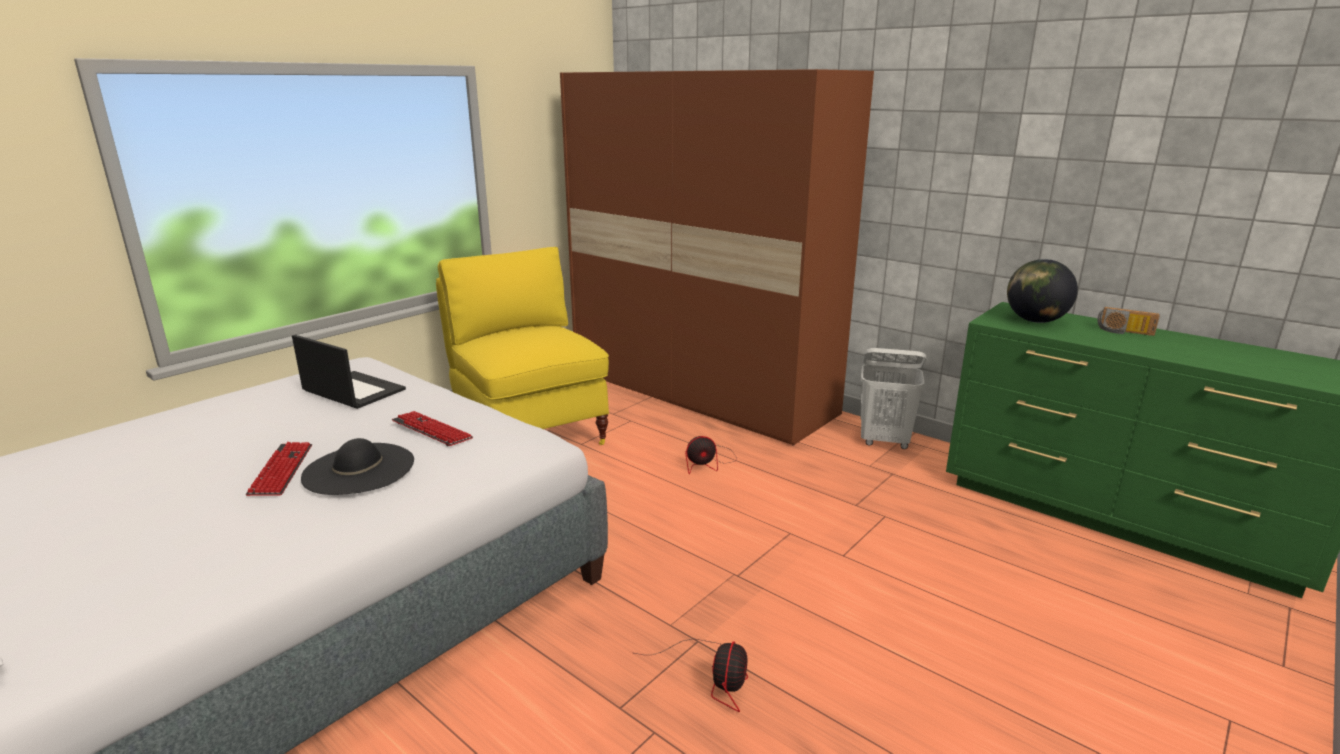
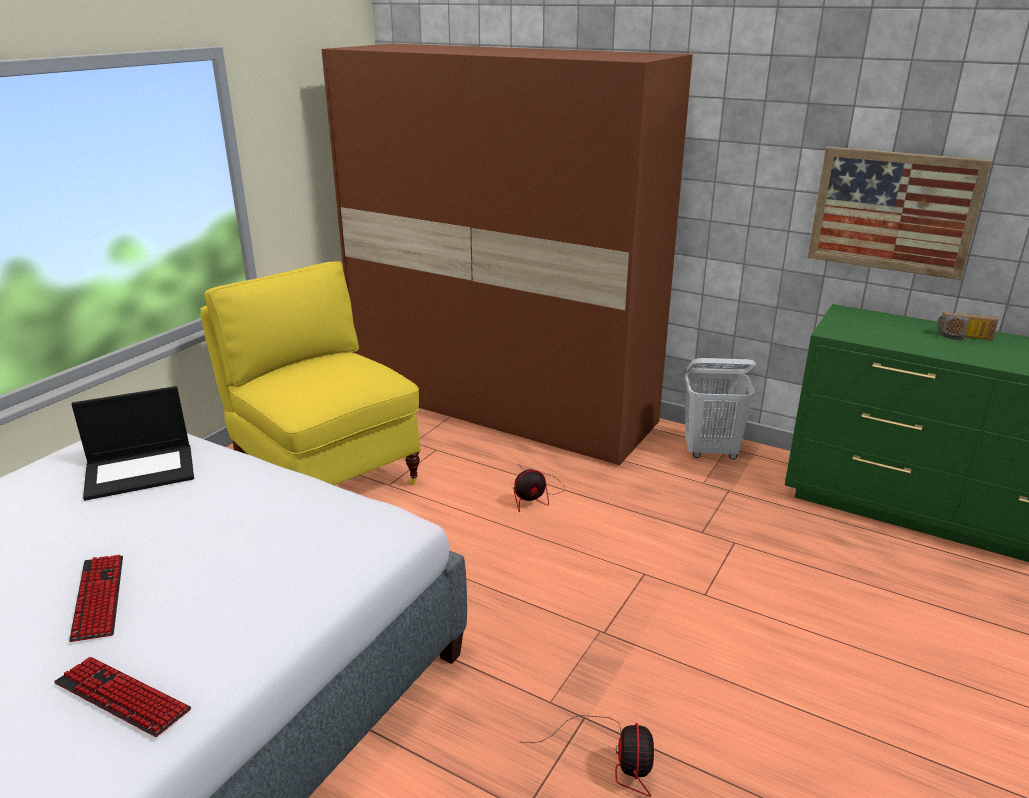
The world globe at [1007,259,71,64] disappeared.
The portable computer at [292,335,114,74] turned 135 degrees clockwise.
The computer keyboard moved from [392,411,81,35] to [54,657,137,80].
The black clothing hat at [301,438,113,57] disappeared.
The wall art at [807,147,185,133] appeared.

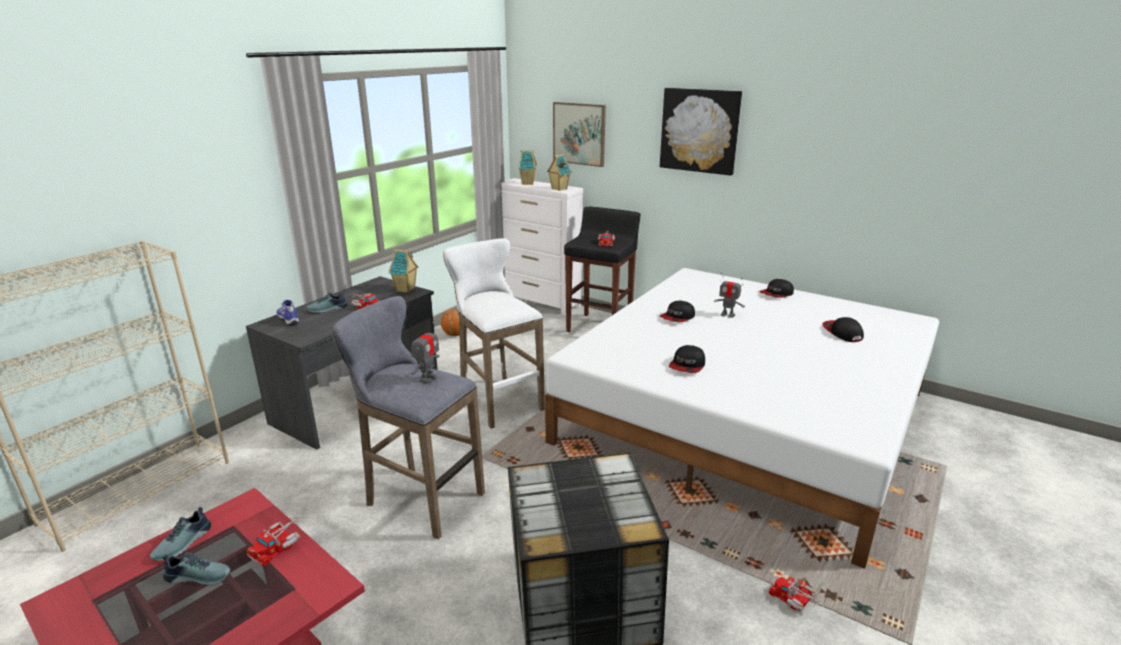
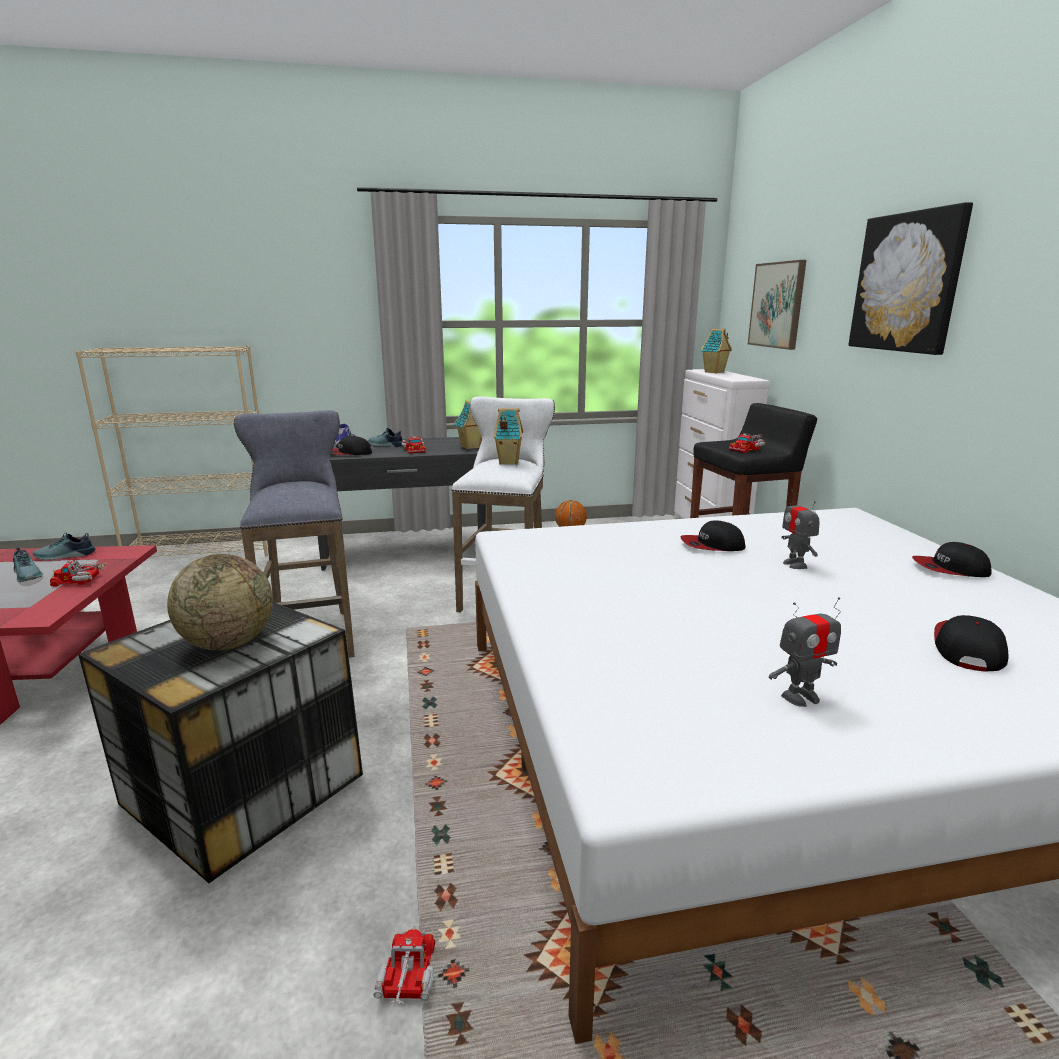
The miniature house moved from [547,154,25,37] to [494,408,29,57].
The model robot moved from [411,322,28,62] to [769,597,72,110].
The peaked cap moved from [669,345,36,28] to [331,436,41,19].
The world globe at [167,554,106,97] appeared.

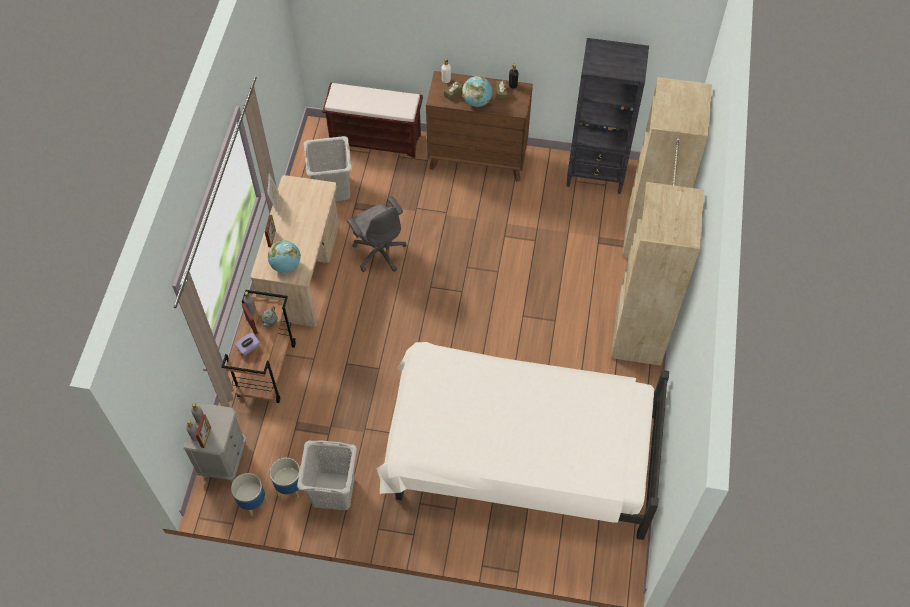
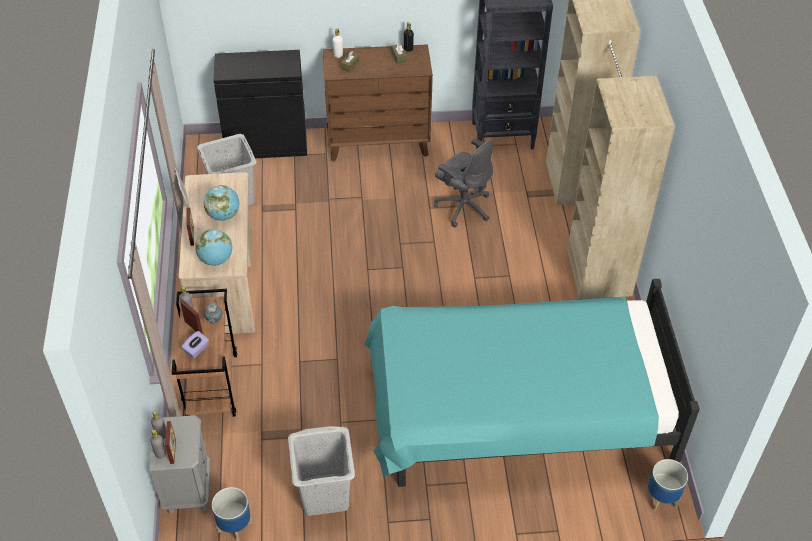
The world globe moved from [462,76,31,31] to [204,185,35,36].
The brown bench at [322,83,101,75] was replaced by the black cabinet at [214,50,93,108].
The grey desk chair moved from [347,196,60,76] to [434,139,59,88].
The whitish bed at [376,342,293,198] became the turquoise bed at [364,279,336,208].
The plant pot moved from [270,458,30,40] to [646,459,42,53].

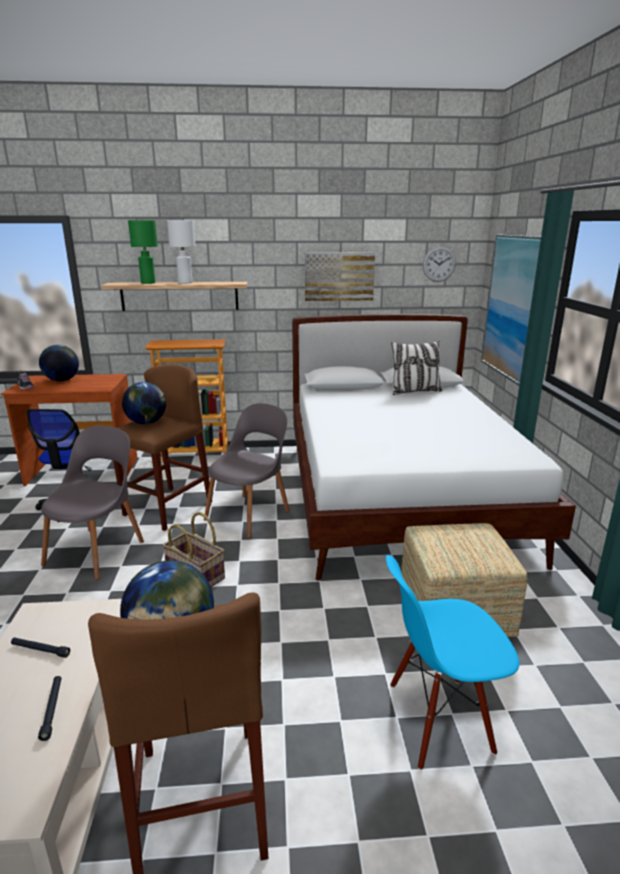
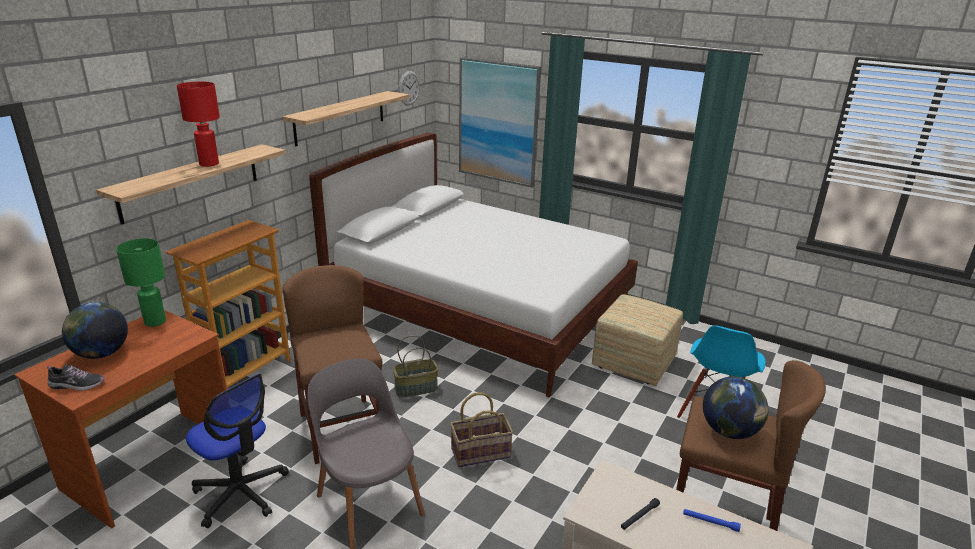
The green lamp for a table moved from [128,220,30,64] to [116,238,50,89].
The whitish lamp for a table at [167,220,29,64] became the red-coloured lamp for a table at [177,81,43,86].
The wall art at [305,252,70,49] was replaced by the wall shelf at [282,91,128,55].
The throw pillow at [391,341,52,54] disappeared.
The world globe at [122,382,44,42] disappeared.
The grey upright chair at [204,403,86,135] was replaced by the storage basket at [393,335,45,63].
The black hand torch at [38,676,24,65] became the blue-coloured hand torch at [683,509,58,23].

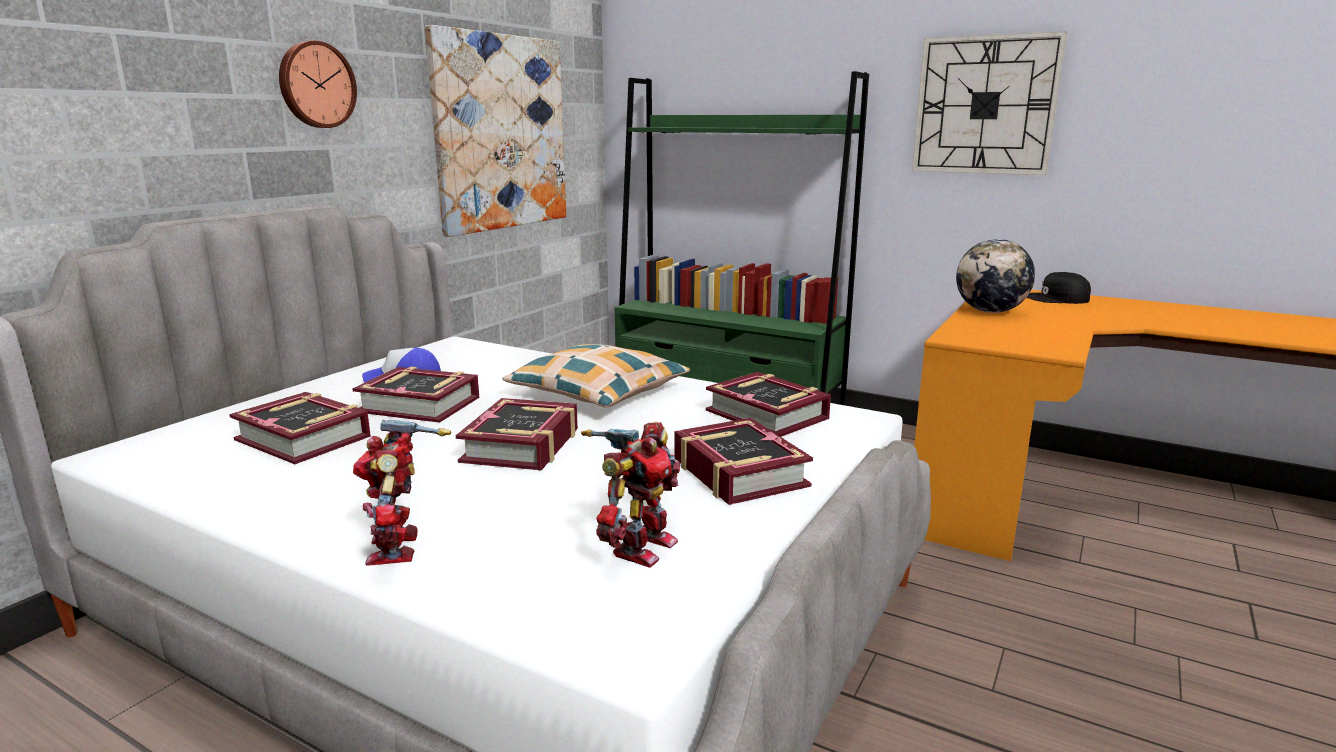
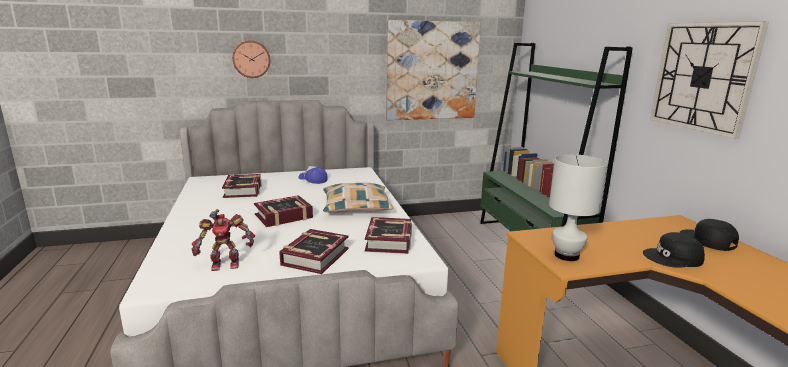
The clock on the wall moved from [279,41,78,87] to [232,40,38,38].
The world globe at [956,239,79,74] disappeared.
The bound book at [352,367,127,56] disappeared.
The model robot at [353,419,98,147] disappeared.
The whitish lamp for a table at [549,154,59,107] appeared.
The black peaked cap at [643,232,62,35] appeared.

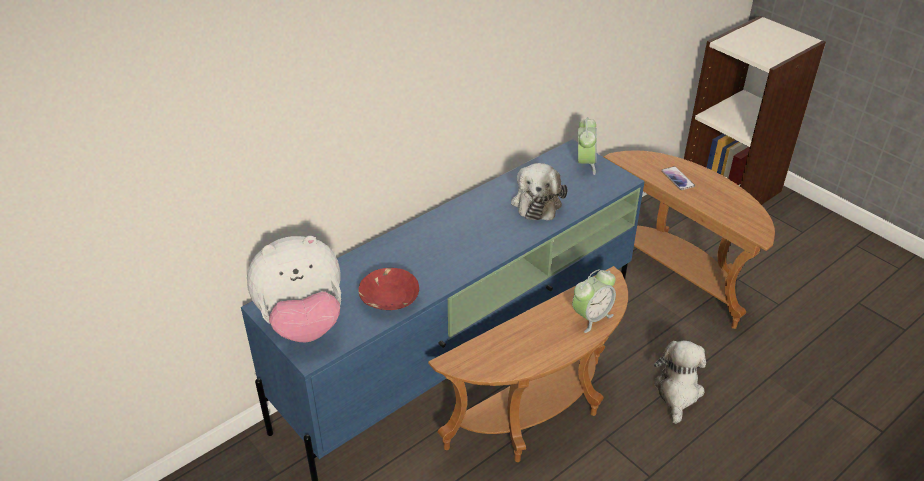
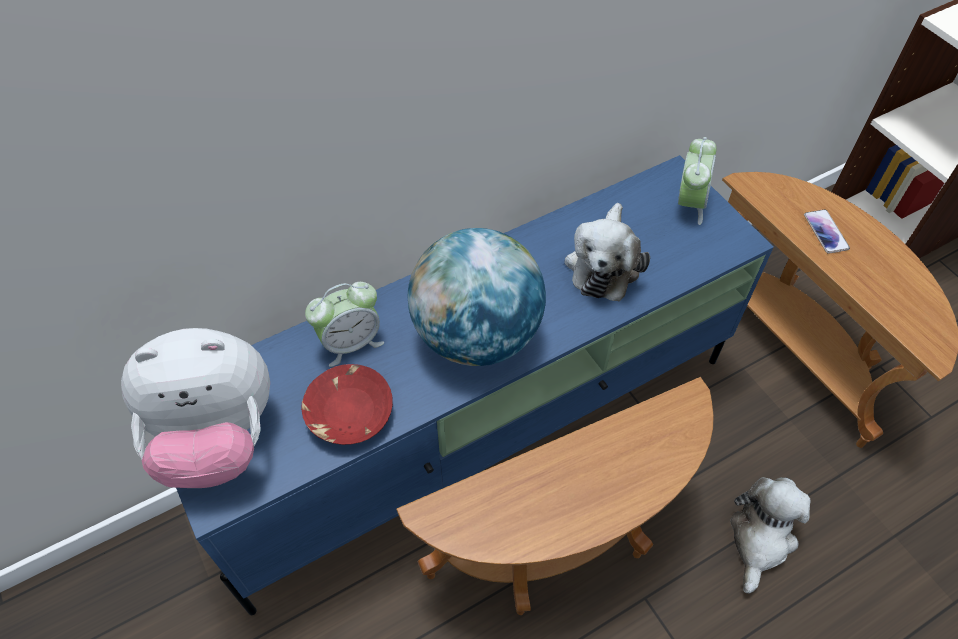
The bedside clock moved from [572,269,44,64] to [305,282,79,85].
The world globe at [408,228,138,138] appeared.

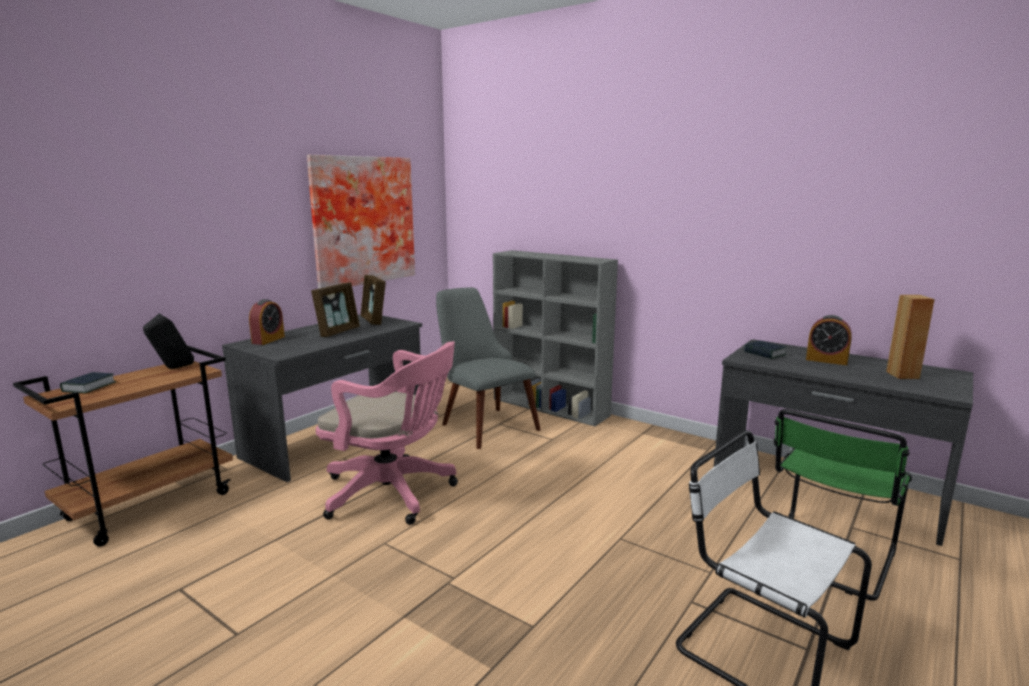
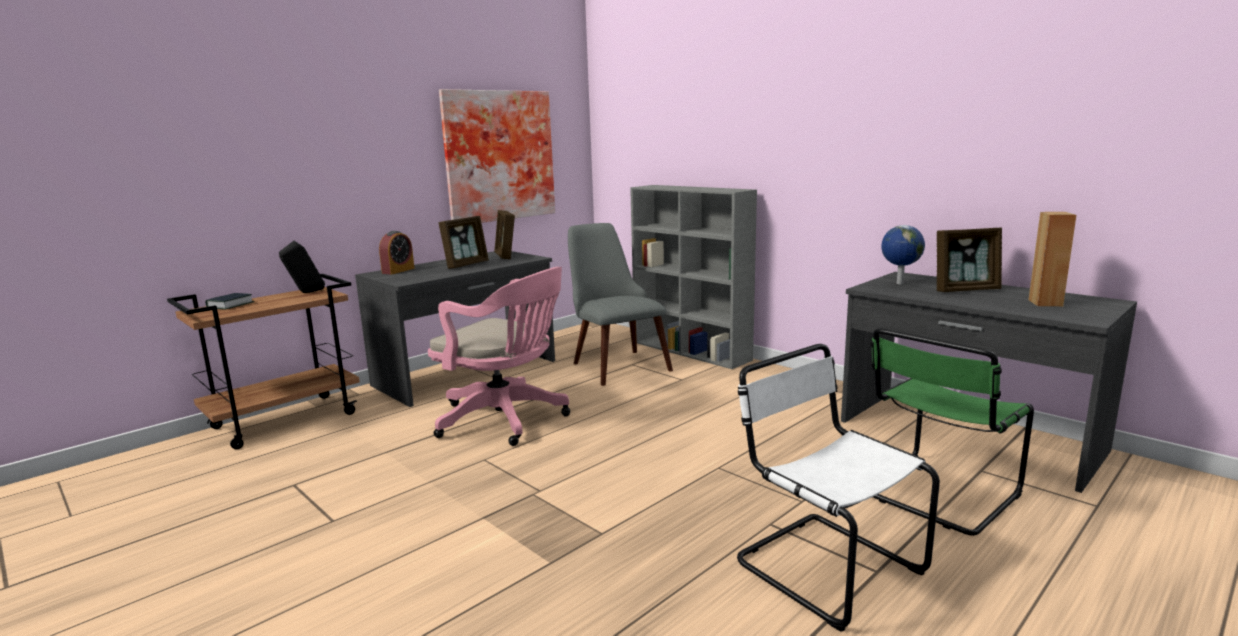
The bedside clock at [806,315,46,50] was replaced by the standing frame at [937,228,65,64].
The bound book at [744,341,43,18] was replaced by the world globe at [882,225,43,59].

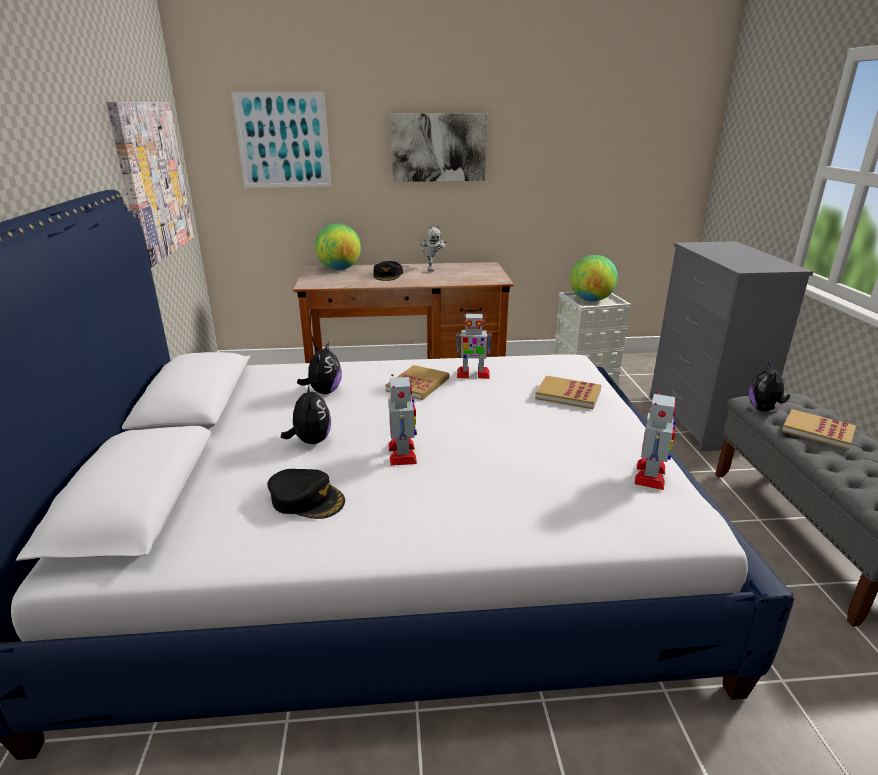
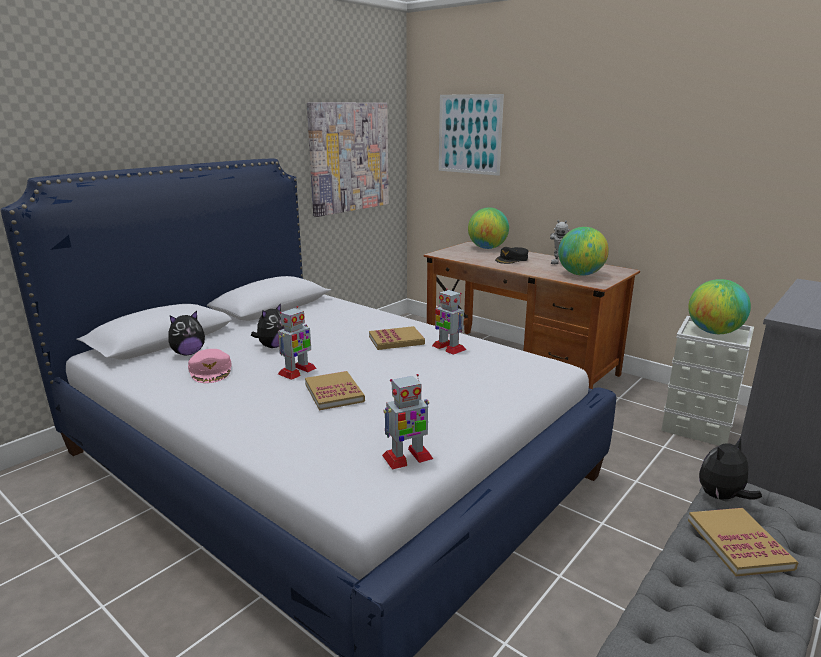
The wall art at [391,113,96,69] disappeared.
The plush toy moved from [297,342,45,52] to [168,310,37,45].
The bound book moved from [535,376,66,33] to [305,371,60,39].
The black peaked cap at [267,469,78,50] became the pink-coloured peaked cap at [188,349,44,34].
The world globe at [558,227,51,49] appeared.

